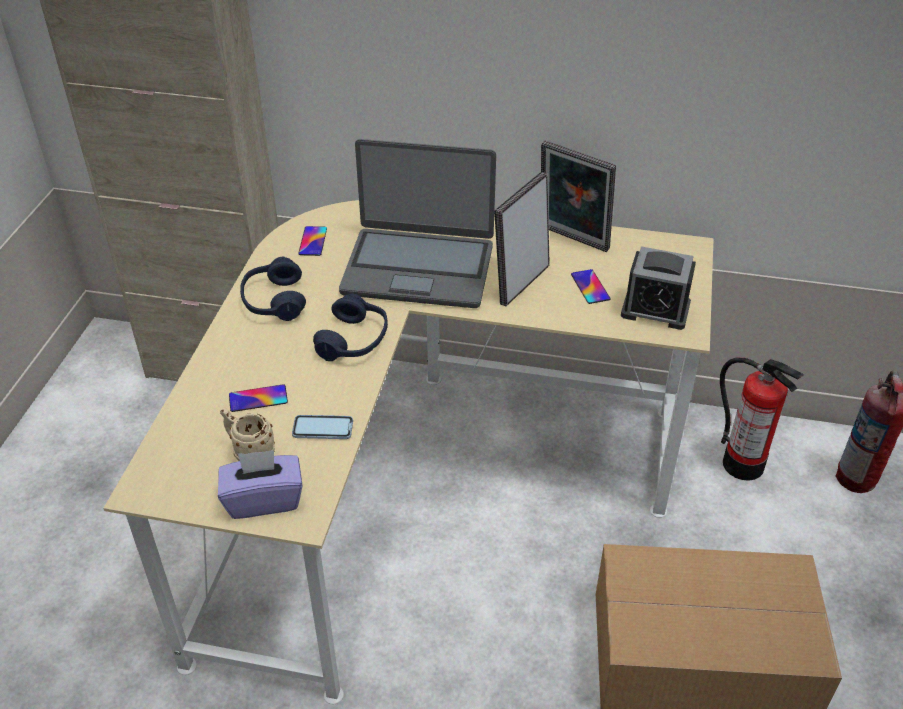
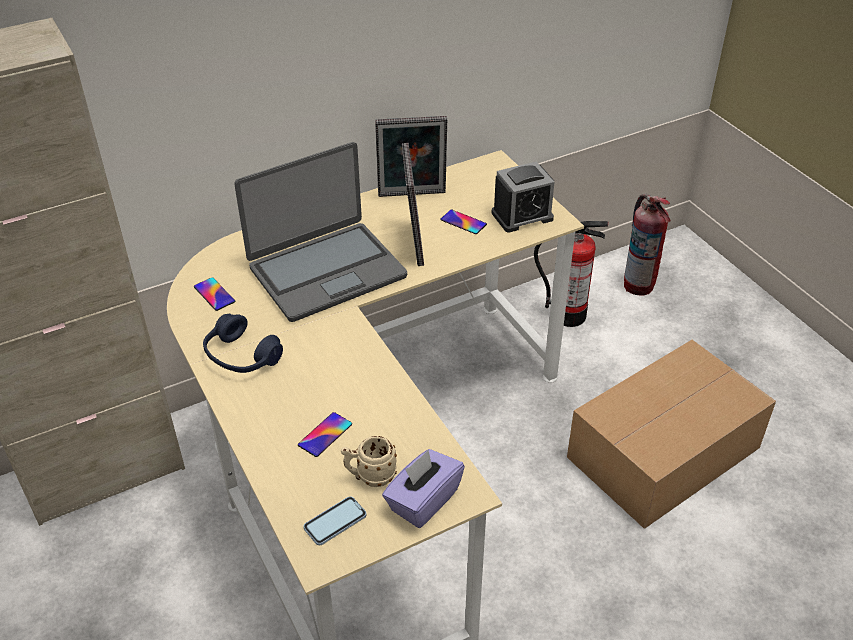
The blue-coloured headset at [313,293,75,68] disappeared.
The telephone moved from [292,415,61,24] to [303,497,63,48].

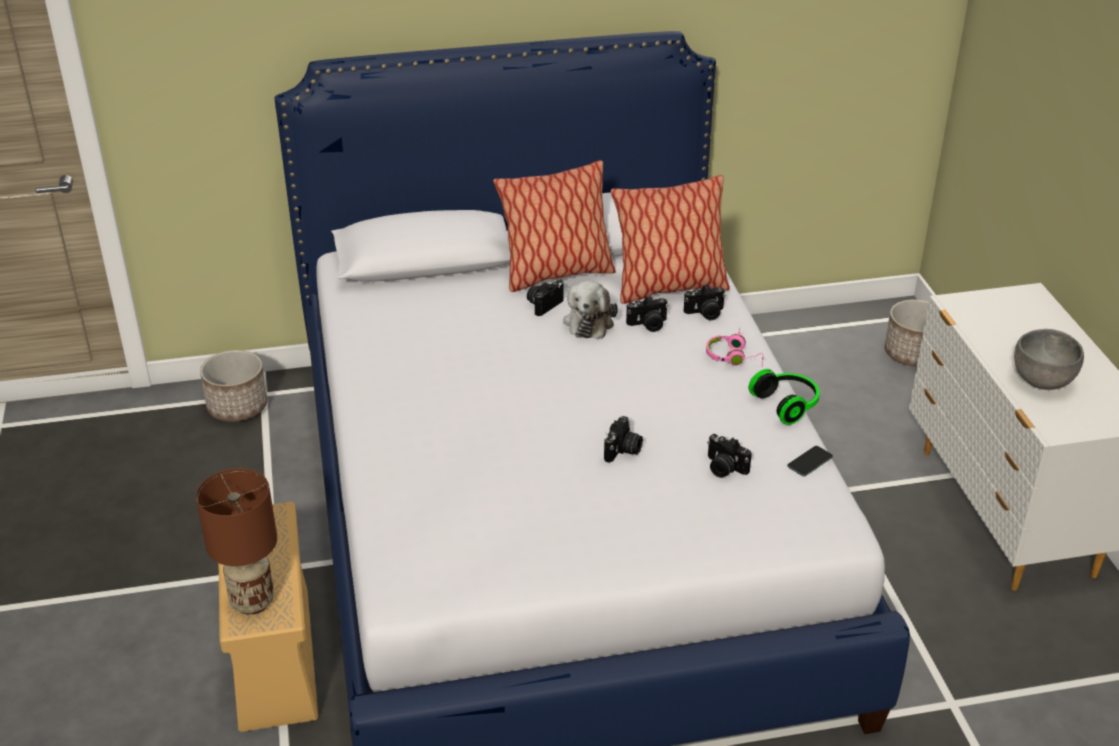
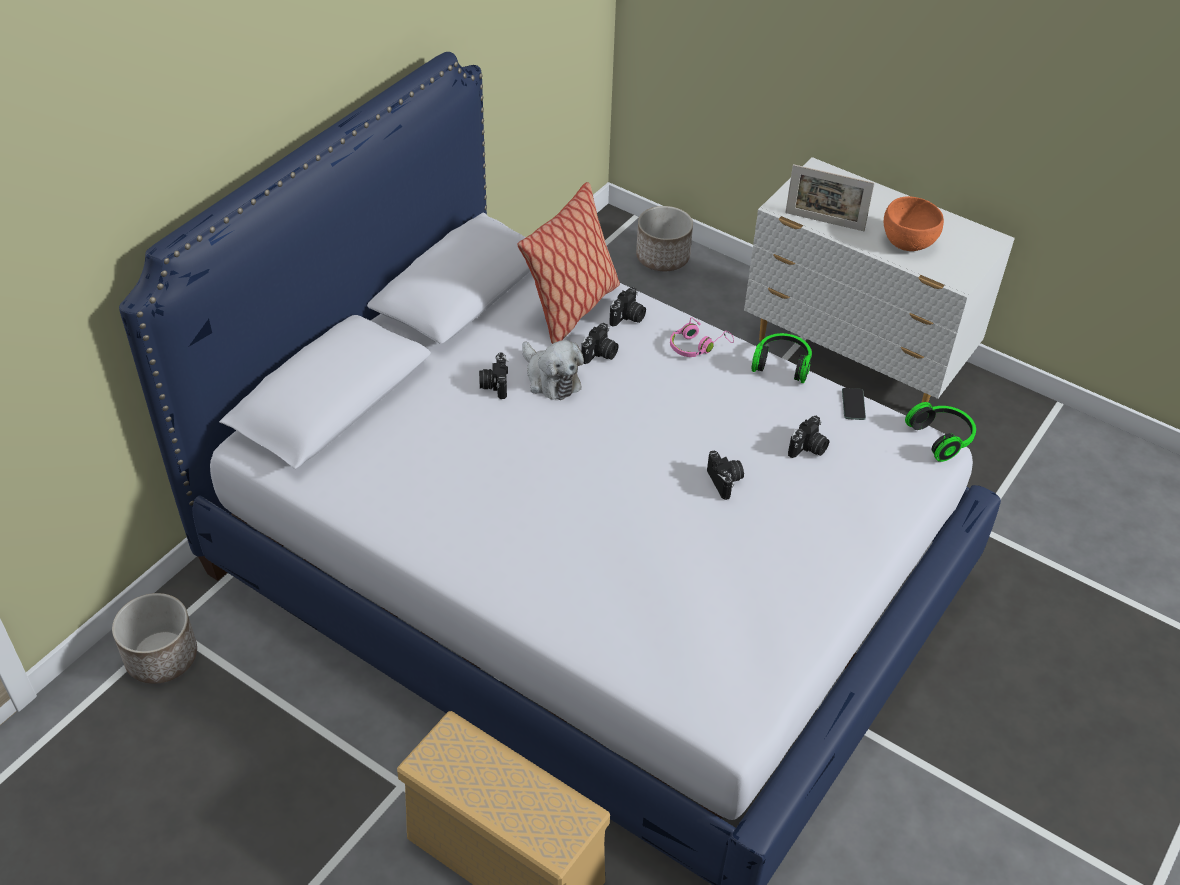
The throw pillow at [493,160,123,132] disappeared.
The grey bowl at [1014,329,70,61] became the orange bowl at [884,196,60,55].
The photo camera at [707,434,45,44] turned 45 degrees counterclockwise.
The brown lamp for a table at [196,468,81,147] disappeared.
The standing frame at [785,164,90,67] appeared.
The headset at [905,402,71,60] appeared.

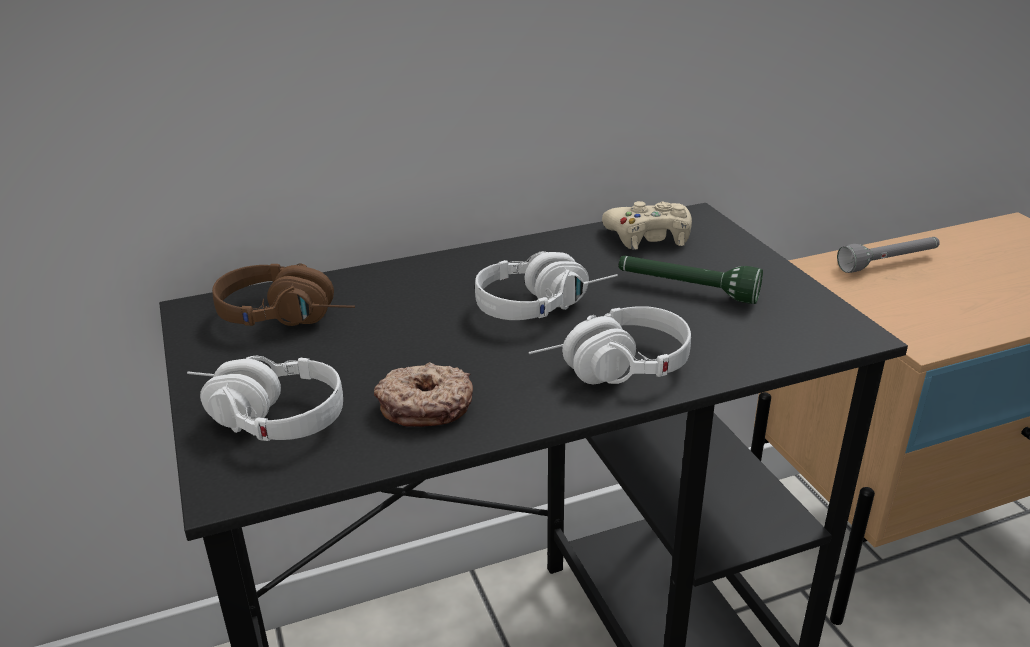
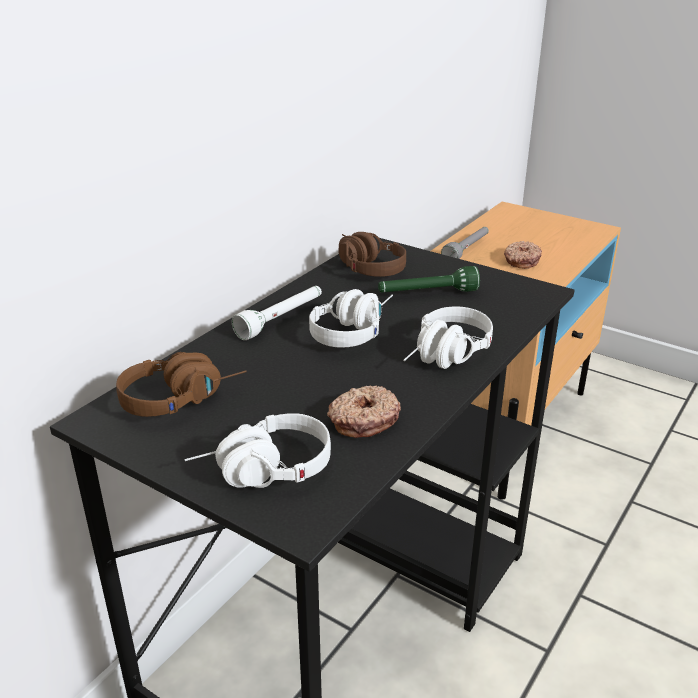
The beige gamepad at [602,201,90,49] was replaced by the brown headset at [338,232,68,45].
The ring doughnut at [504,241,38,28] appeared.
The whitish hand torch at [232,286,90,54] appeared.

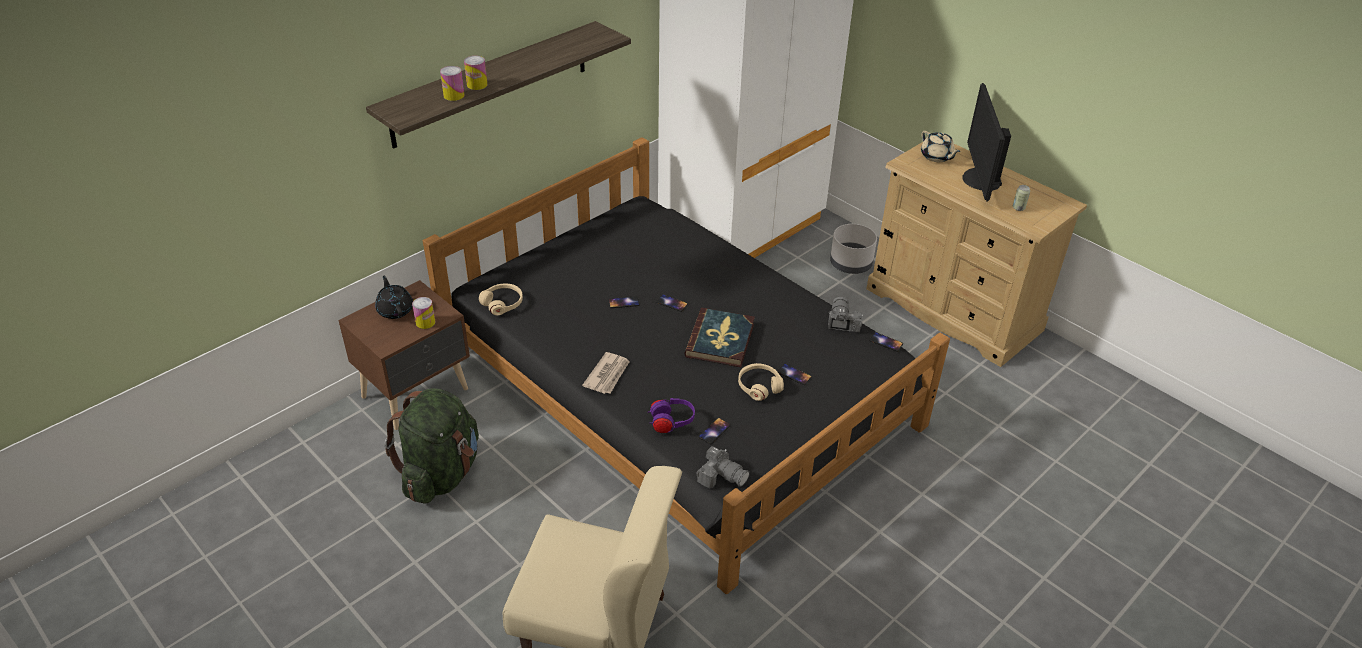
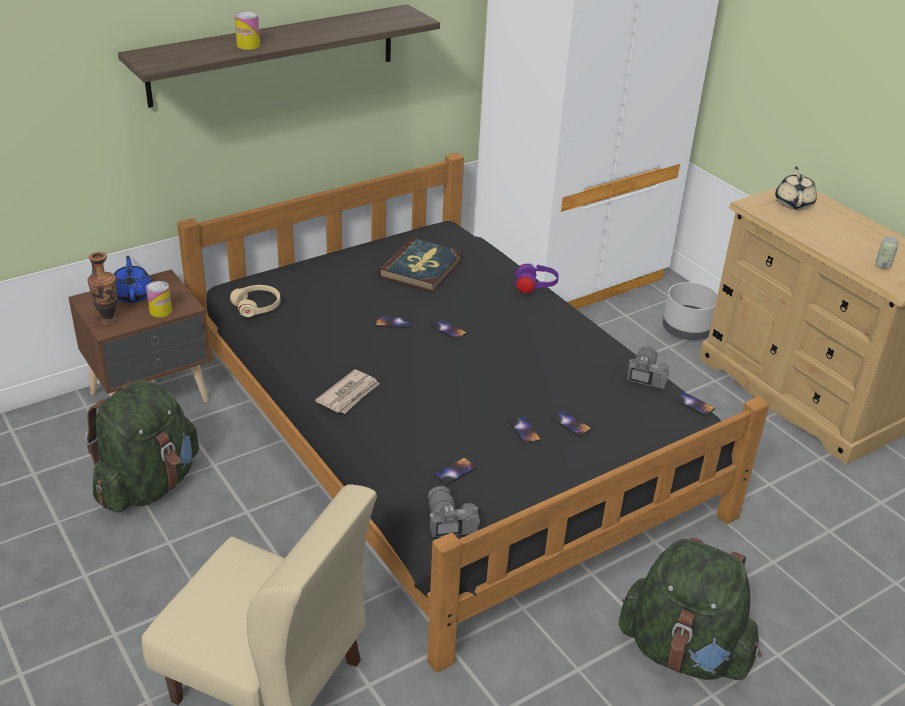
The can at [440,66,25,35] disappeared.
The computer display at [962,83,49,118] disappeared.
The beige teapot at [921,131,39,31] turned 150 degrees counterclockwise.
The black teapot at [375,276,38,43] became the blue-coloured teapot at [114,256,38,47].
The bound book moved from [684,308,71,59] to [379,238,84,54].
The beige headset at [738,363,46,38] was replaced by the telephone at [508,416,33,29].
The purple headset moved from [648,398,47,35] to [513,264,46,30].
The photo camera at [696,446,54,42] turned 150 degrees counterclockwise.
The decorative vase at [88,252,31,73] appeared.
The green knapsack at [619,537,143,143] appeared.

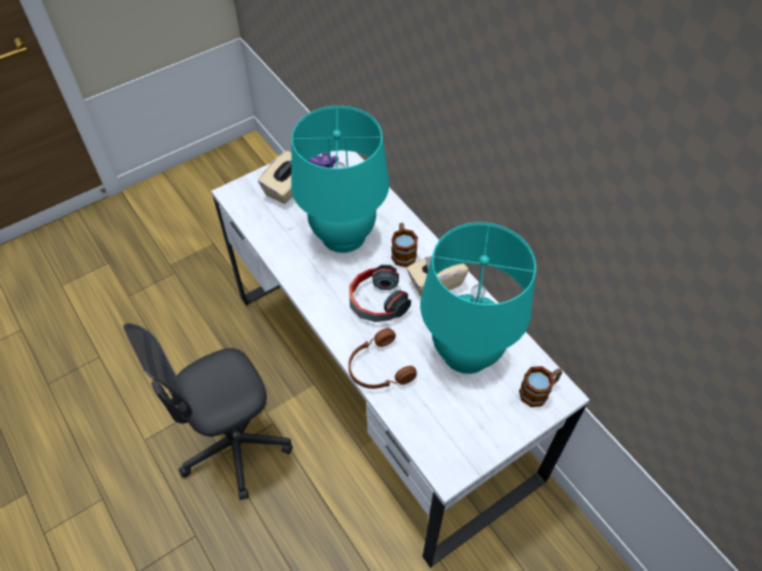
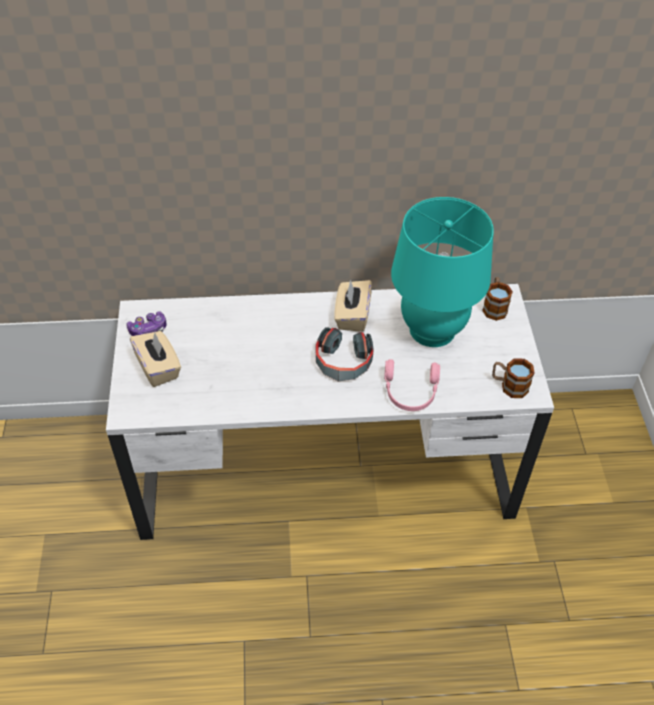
The turquoise lamp for a table at [291,106,98,147] disappeared.
The coffee mug moved from [391,223,27,44] to [492,358,42,40].
The grey desk chair at [123,323,169,177] disappeared.
The brown headset at [348,328,69,61] became the pink-coloured headset at [384,359,56,52].

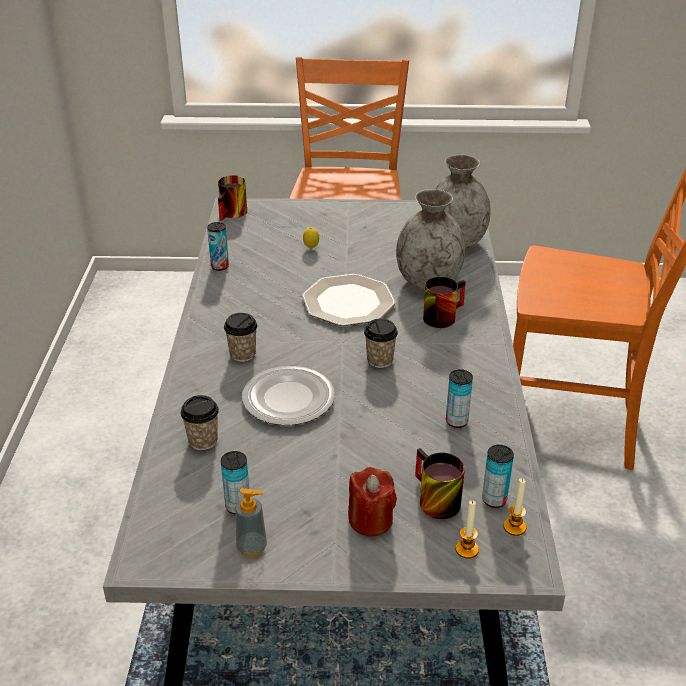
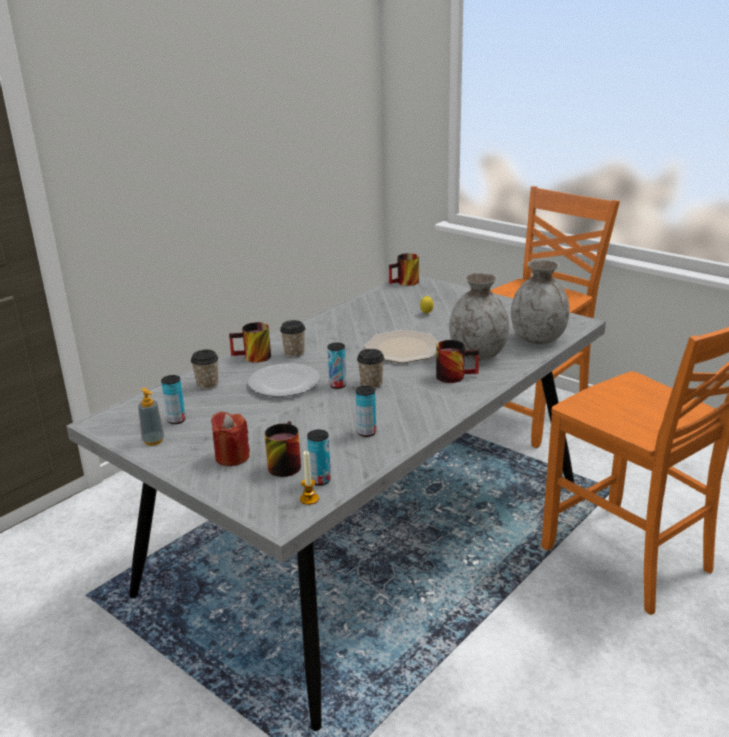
The can moved from [207,222,22,49] to [327,343,20,46].
The candle at [455,500,24,58] disappeared.
The coffee mug at [229,322,42,41] appeared.

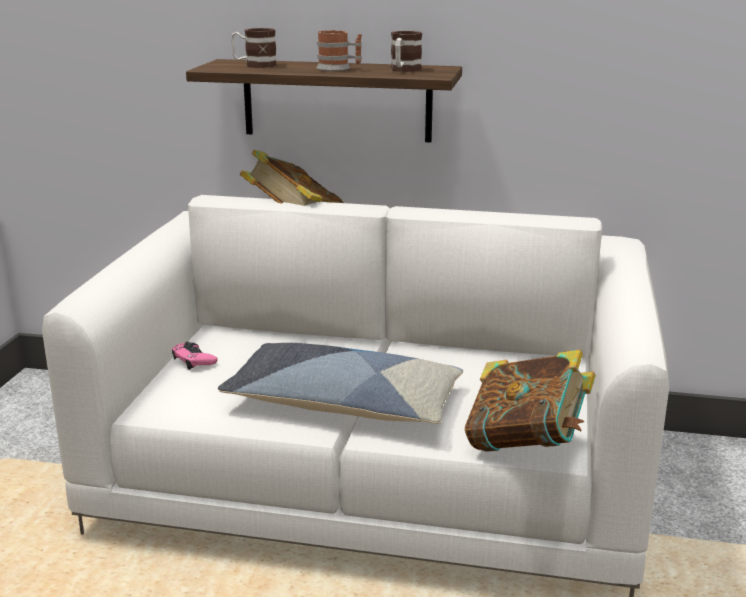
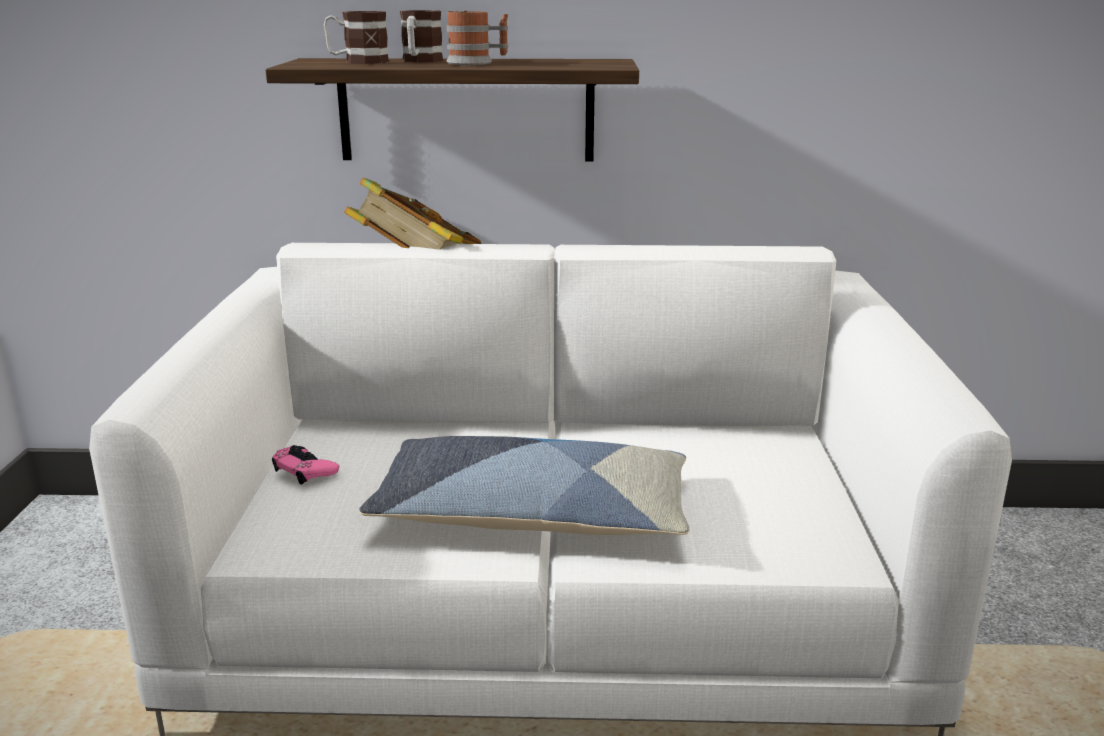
The coffee mug moved from [391,31,31,41] to [400,10,43,52].
The bound book at [465,350,131,102] disappeared.

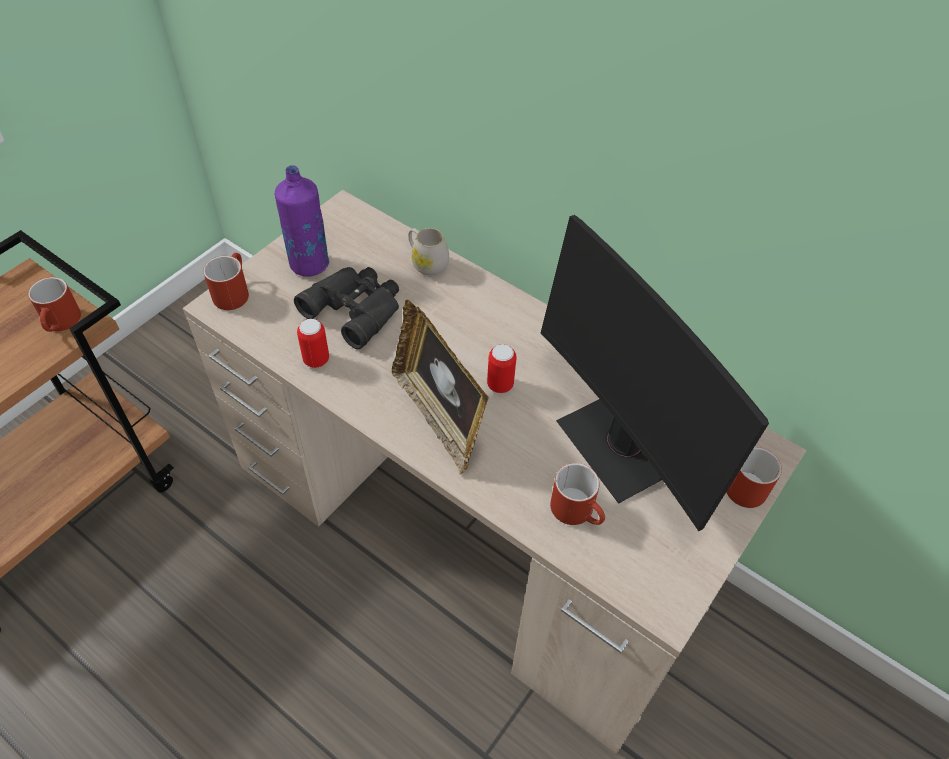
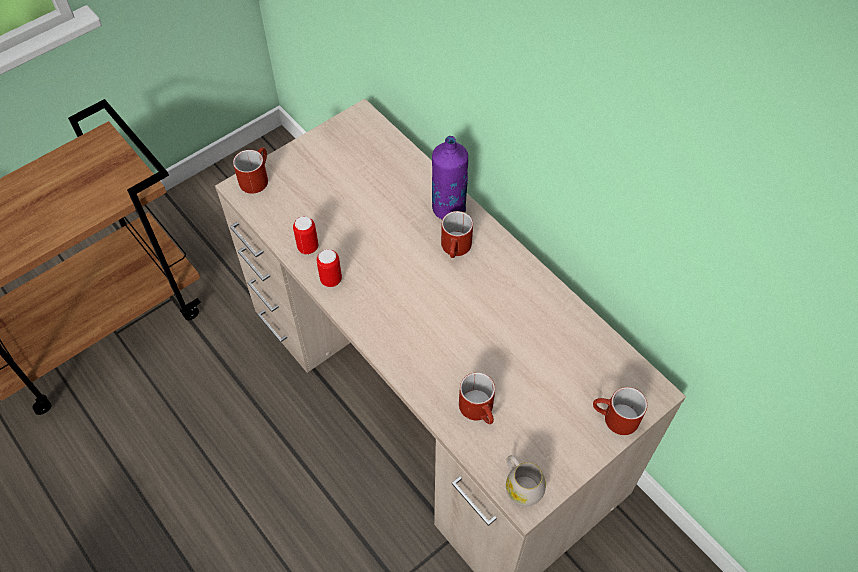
The purple bottle moved from [275,165,54,112] to [432,136,36,83].
The computer display at [540,215,229,316] disappeared.
The whitish coffee mug moved from [408,228,41,48] to [506,455,40,51].
The black binoculars at [294,267,105,83] disappeared.
The red-coloured coffee mug moved from [28,277,53,55] to [441,211,32,47].
The standing frame at [392,300,97,175] disappeared.
The can moved from [487,344,30,49] to [316,249,26,38].

